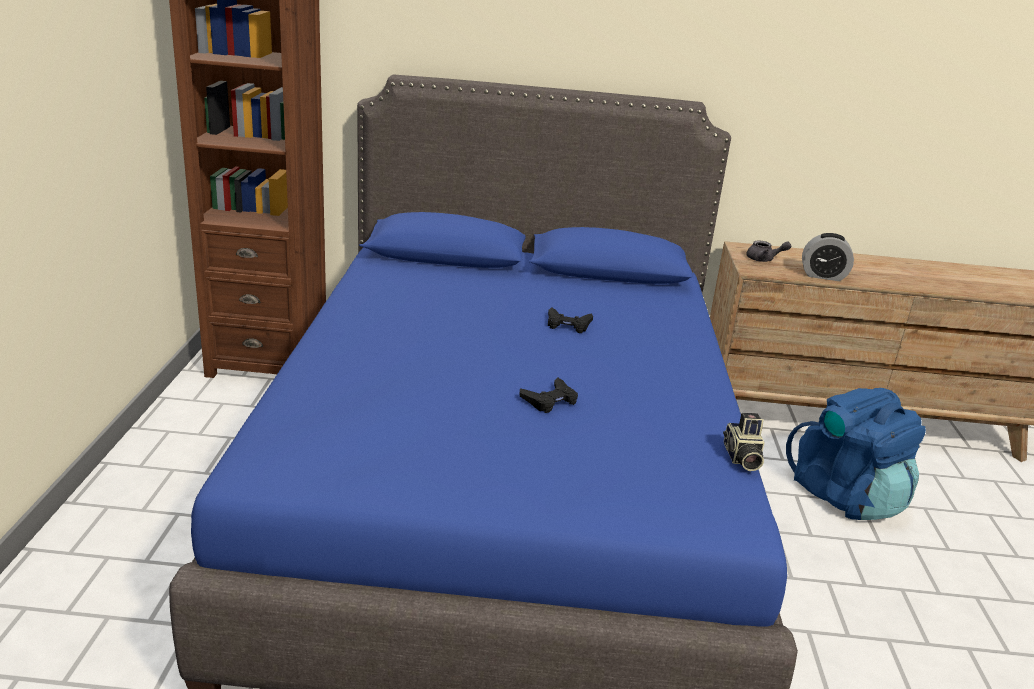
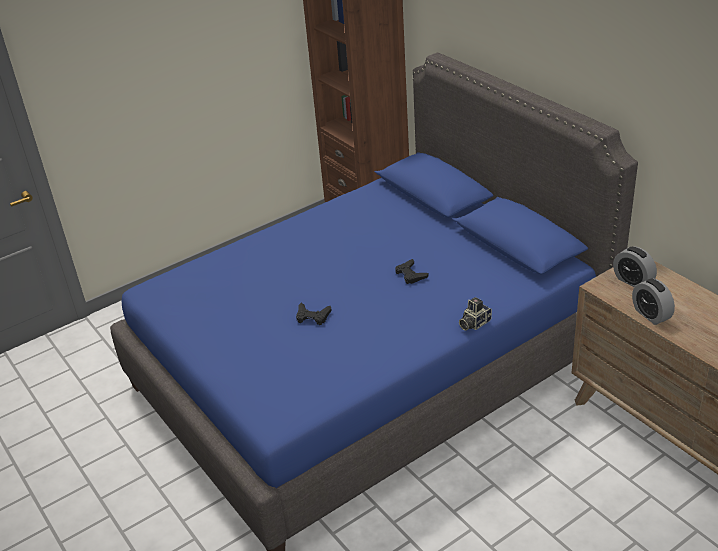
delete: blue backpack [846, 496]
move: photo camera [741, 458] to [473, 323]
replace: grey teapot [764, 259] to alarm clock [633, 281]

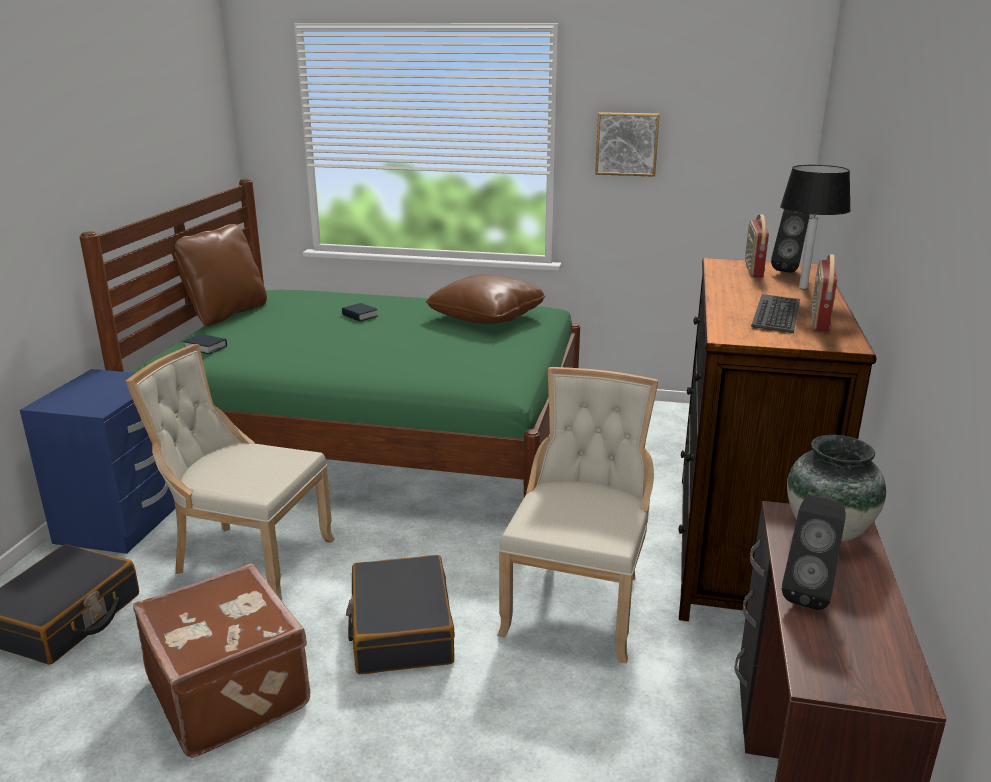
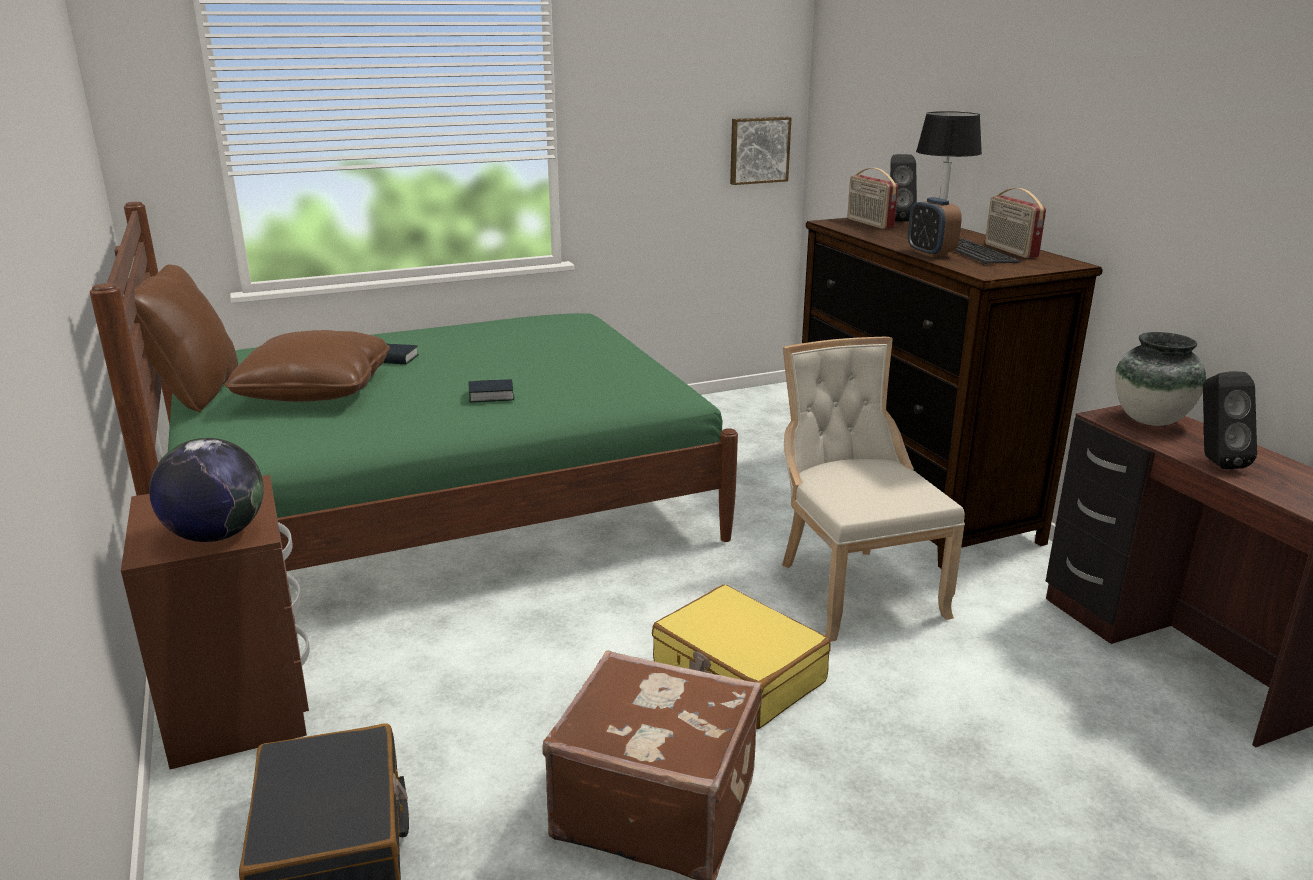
delete: beige chair [247, 558]
insert: globe [216, 535]; alarm clock [930, 253]
move: book [205, 348] to [491, 396]; brown pillow [487, 317] to [316, 391]; picture [627, 144] to [758, 150]
recolor: blue nightstand [124, 521] to brown nightstand [242, 704]; black suitcase [401, 629] to yellow suitcase [738, 674]

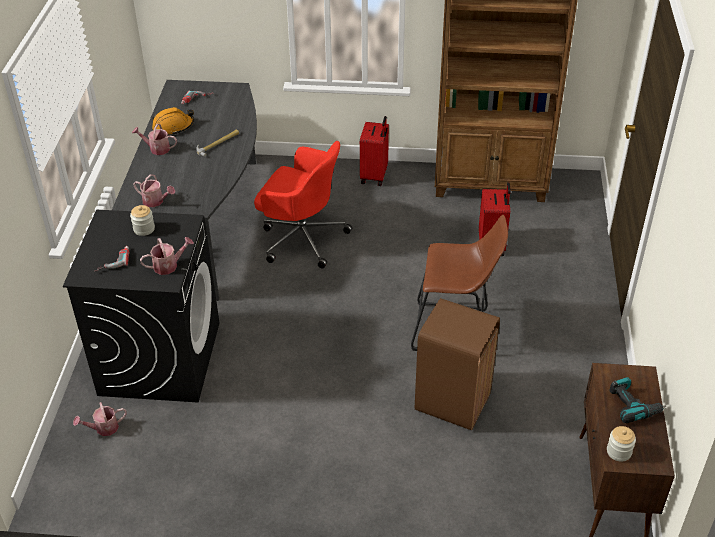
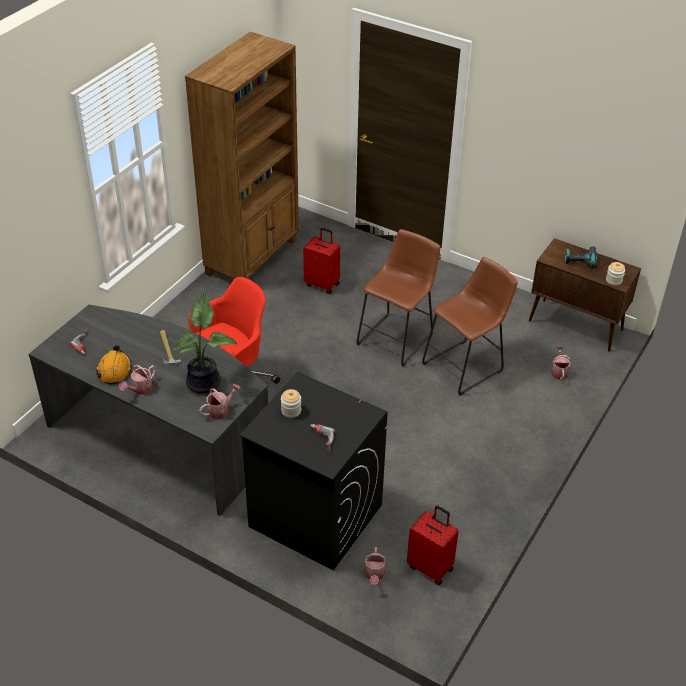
insert: potted plant [205, 382]
move: watering can [169, 265] to [559, 371]; red suitcase [375, 176] to [431, 567]
replace: brown trash can [453, 403] to brown stool [466, 366]

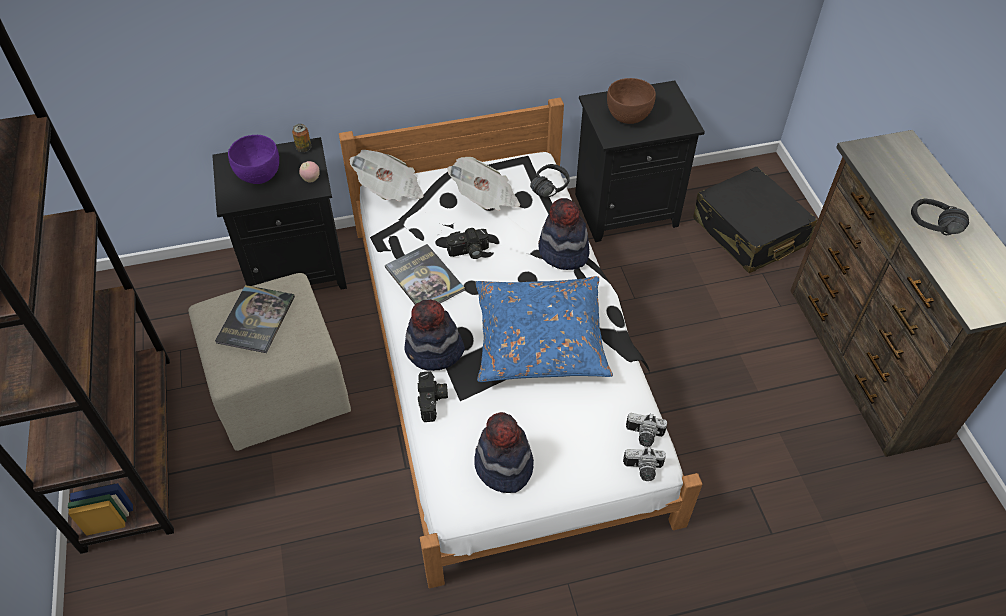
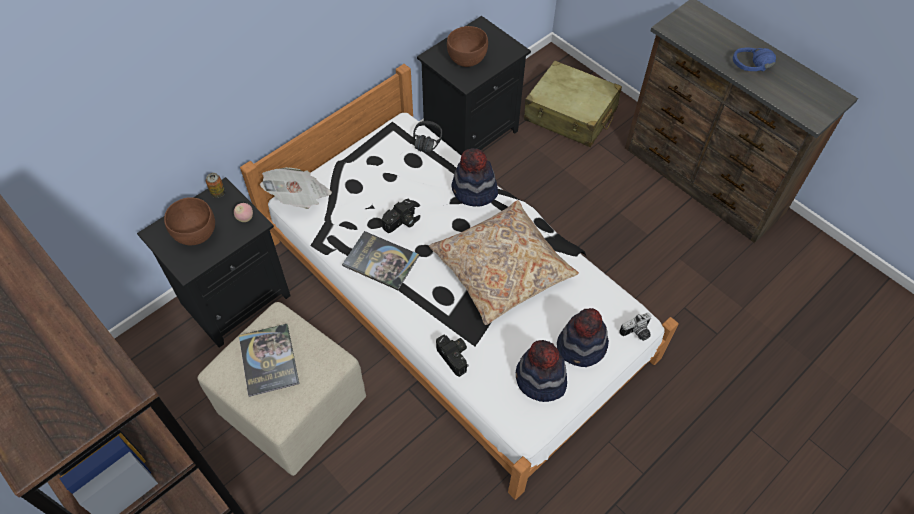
delete: newspaper [485, 198]; photo camera [643, 436]
move: hat [434, 351] to [582, 347]
recolor: purple bowl [259, 176] to brown bowl [196, 235]; blue pillow [540, 339] to beige pillow [501, 268]; black suitcase [749, 232] to beige suitcase [570, 114]; black headphones [934, 230] to blue headphones [753, 70]

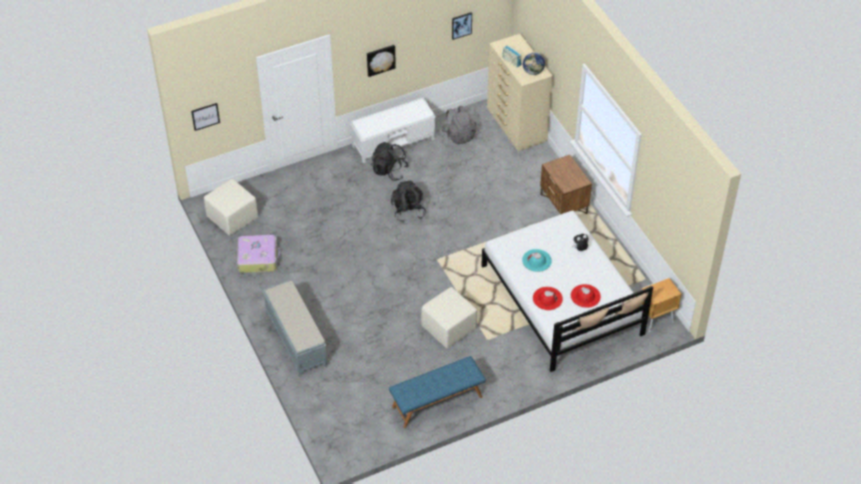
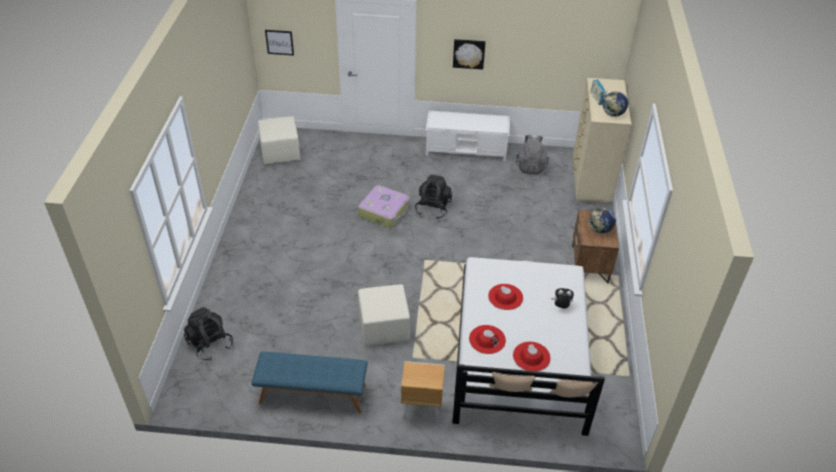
delete: grey bench [296, 339]; picture [461, 25]
insert: globe [600, 230]
move: suitcase [258, 258] to [384, 212]; black backpack [389, 171] to [210, 344]; brown nightstand [655, 320] to [421, 409]
recolor: turquoise hat [536, 260] to red hat [505, 297]

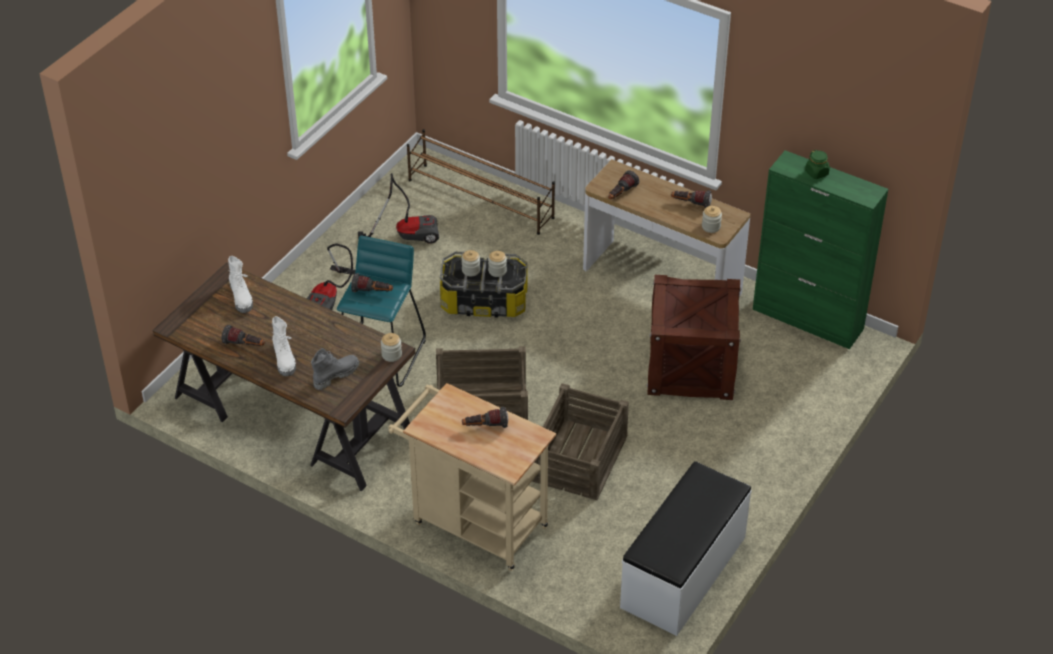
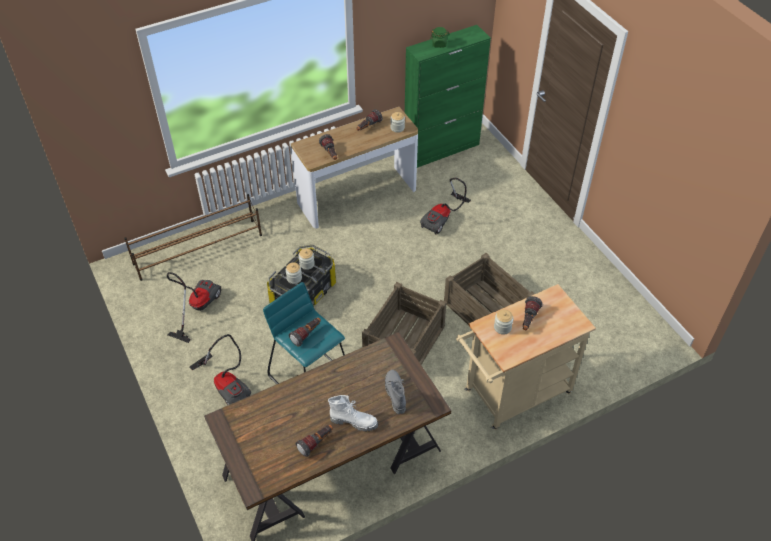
delete: white boot [242, 298]; white bench [684, 572]
move: jar [391, 355] to [502, 327]
replace: crate [690, 367] to vacuum cleaner [444, 218]

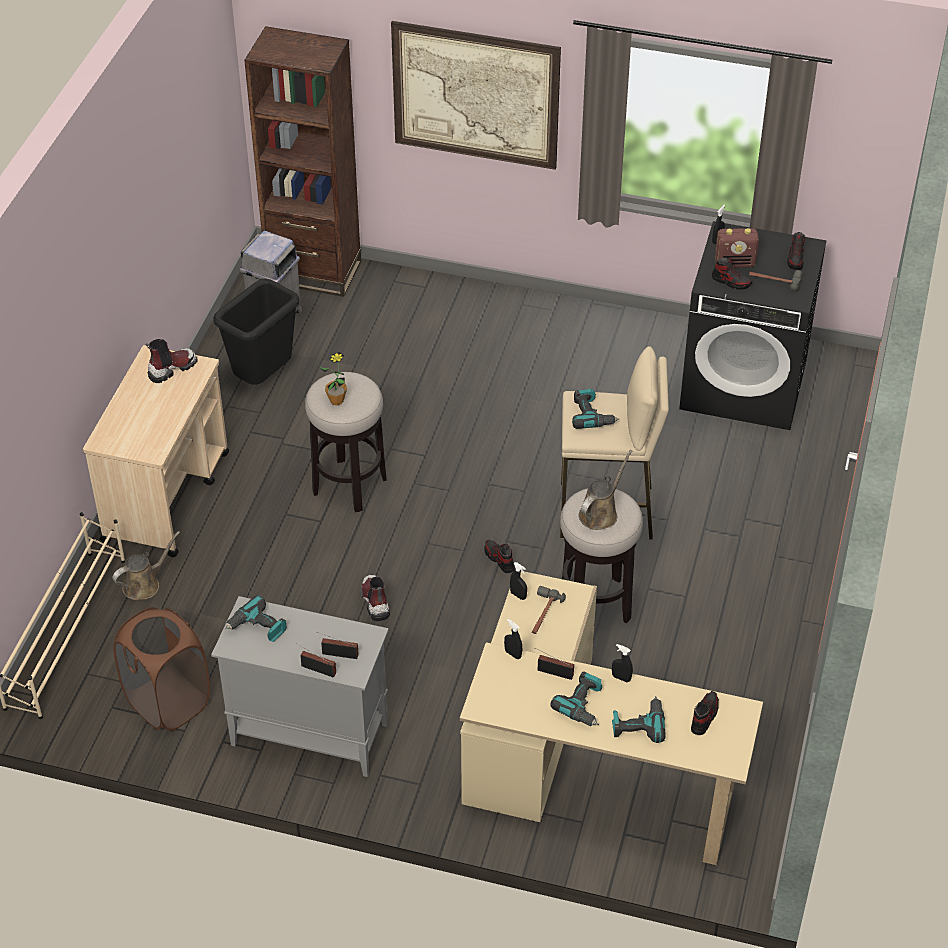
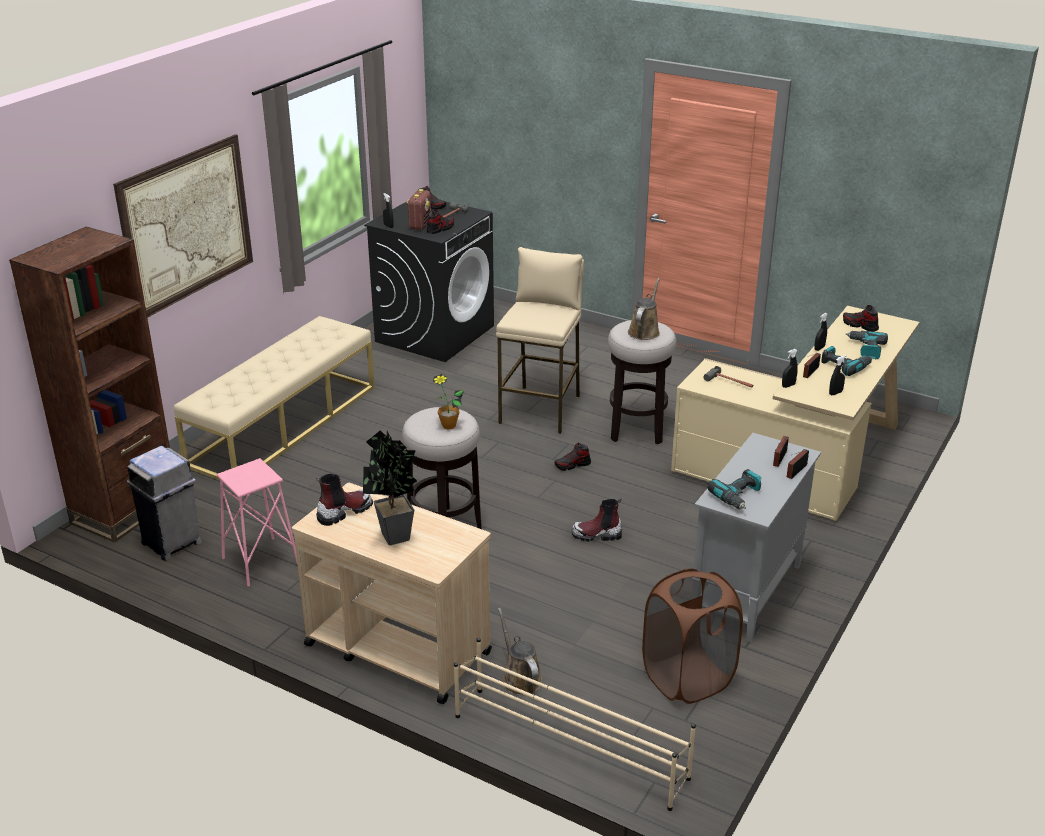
delete: power drill [592, 415]
insert: beige bench [284, 424]; potted plant [394, 539]
move: black spray bottle [518, 595] to [835, 393]
replace: black trash can [264, 378] to pink stool [260, 561]
rotate: boot [172, 369] = [344, 512] 75 degrees clockwise; brown watering can [600, 513] = [644, 331] 60 degrees clockwise

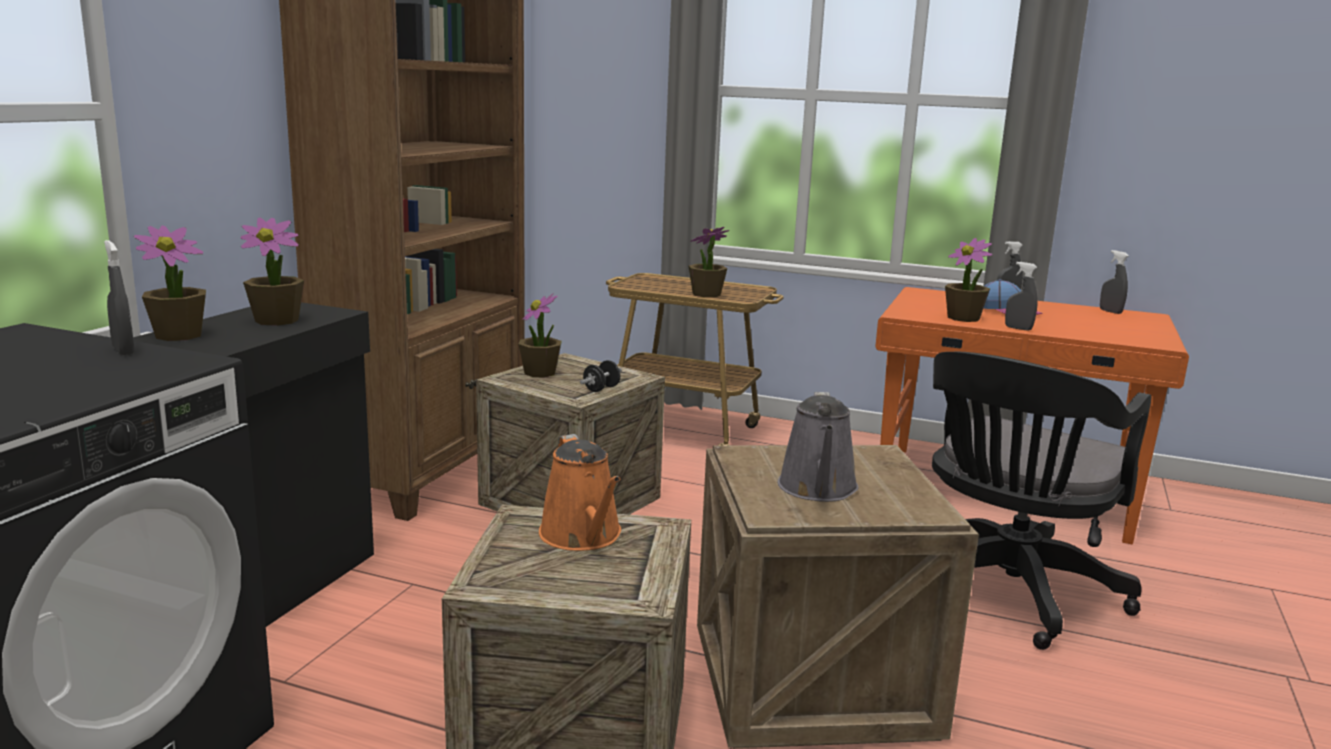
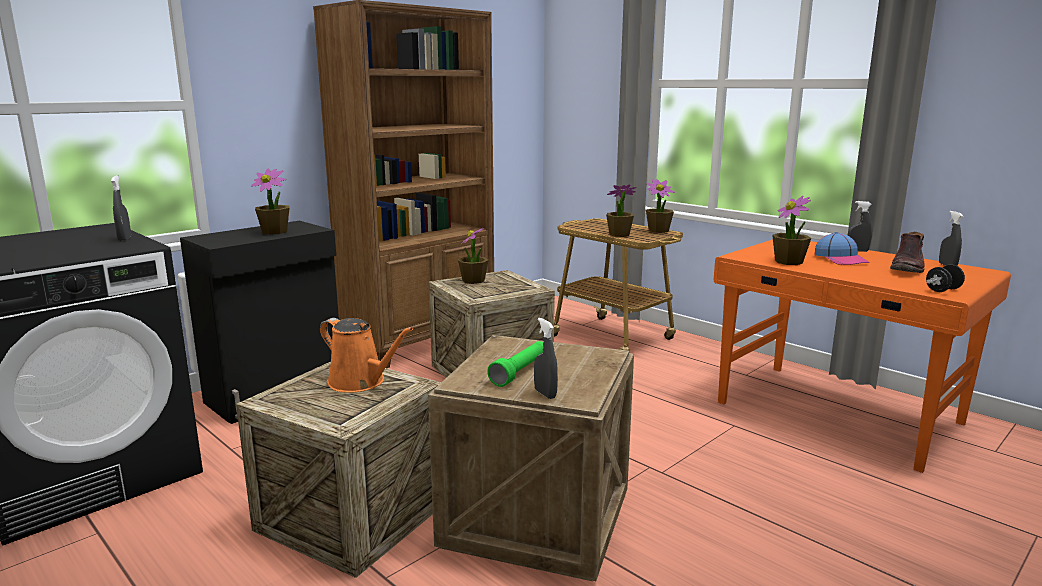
delete: black office chair [1006, 594]
insert: brown boot [907, 268]
move: potted plant [179, 335] to [658, 230]; black dumbbell [601, 389] to [943, 290]; grey spray bottle [1018, 328] to [545, 394]
replace: grey watering can [818, 489] to green flashlight [520, 372]
rotate: orange watering can [583, 536] = [360, 382] 60 degrees counterclockwise

